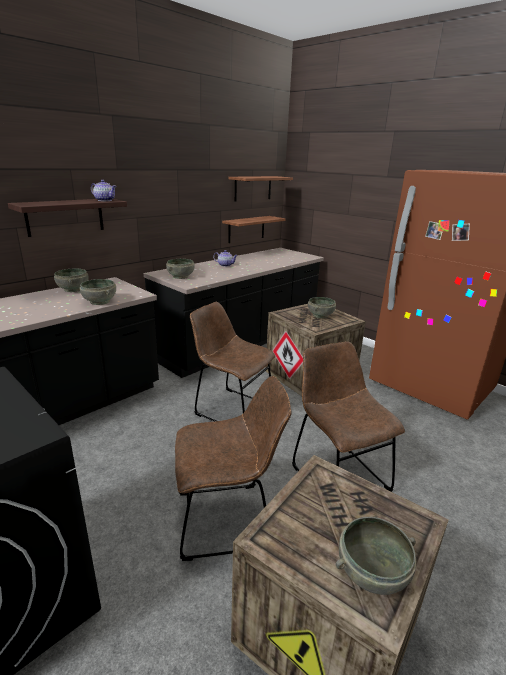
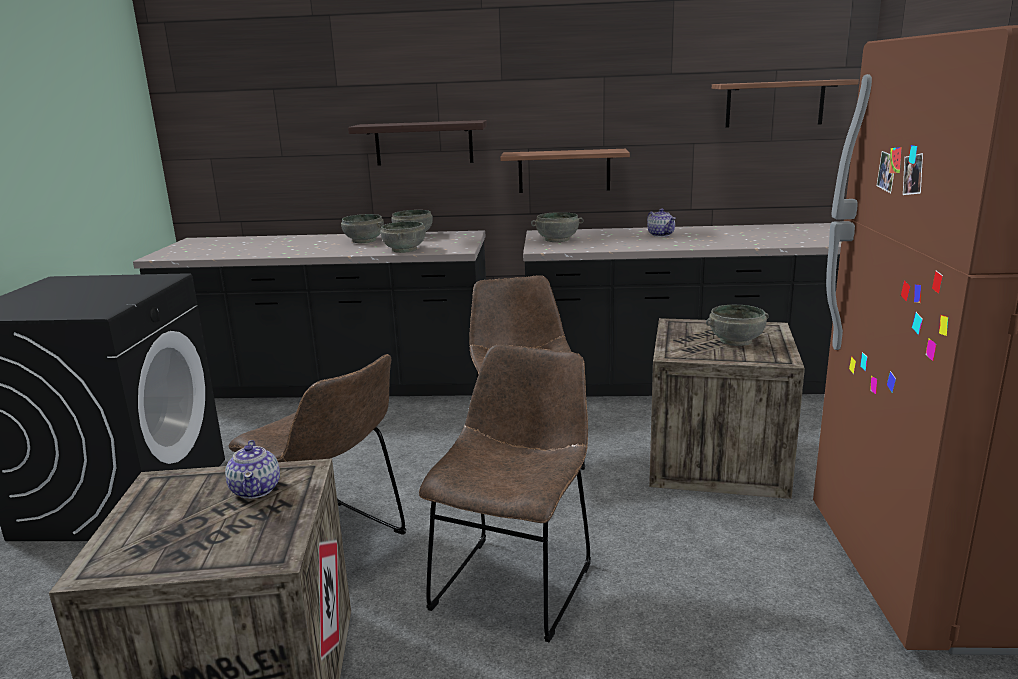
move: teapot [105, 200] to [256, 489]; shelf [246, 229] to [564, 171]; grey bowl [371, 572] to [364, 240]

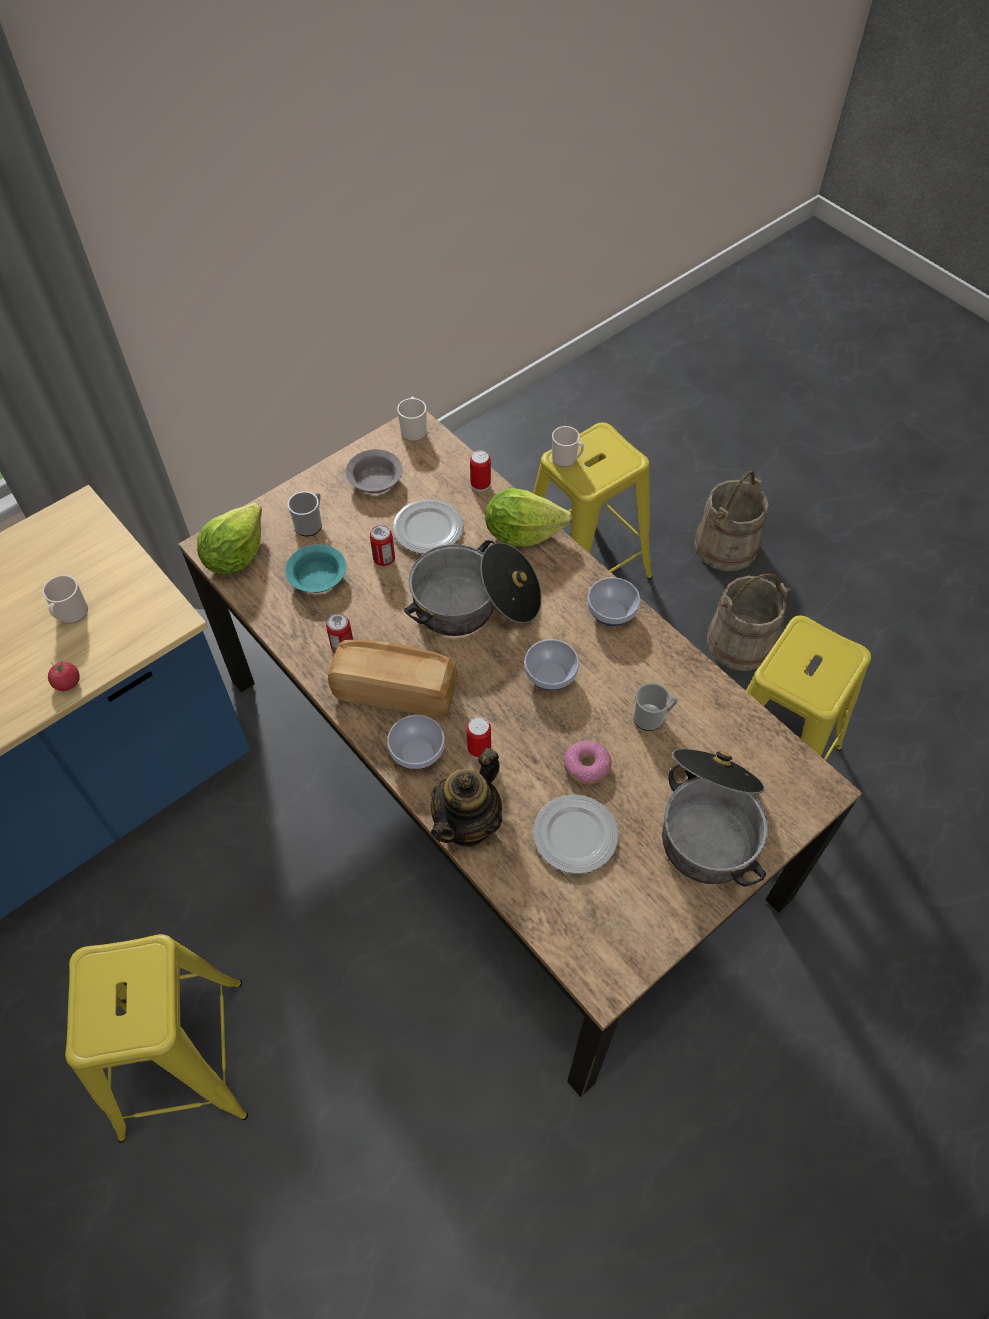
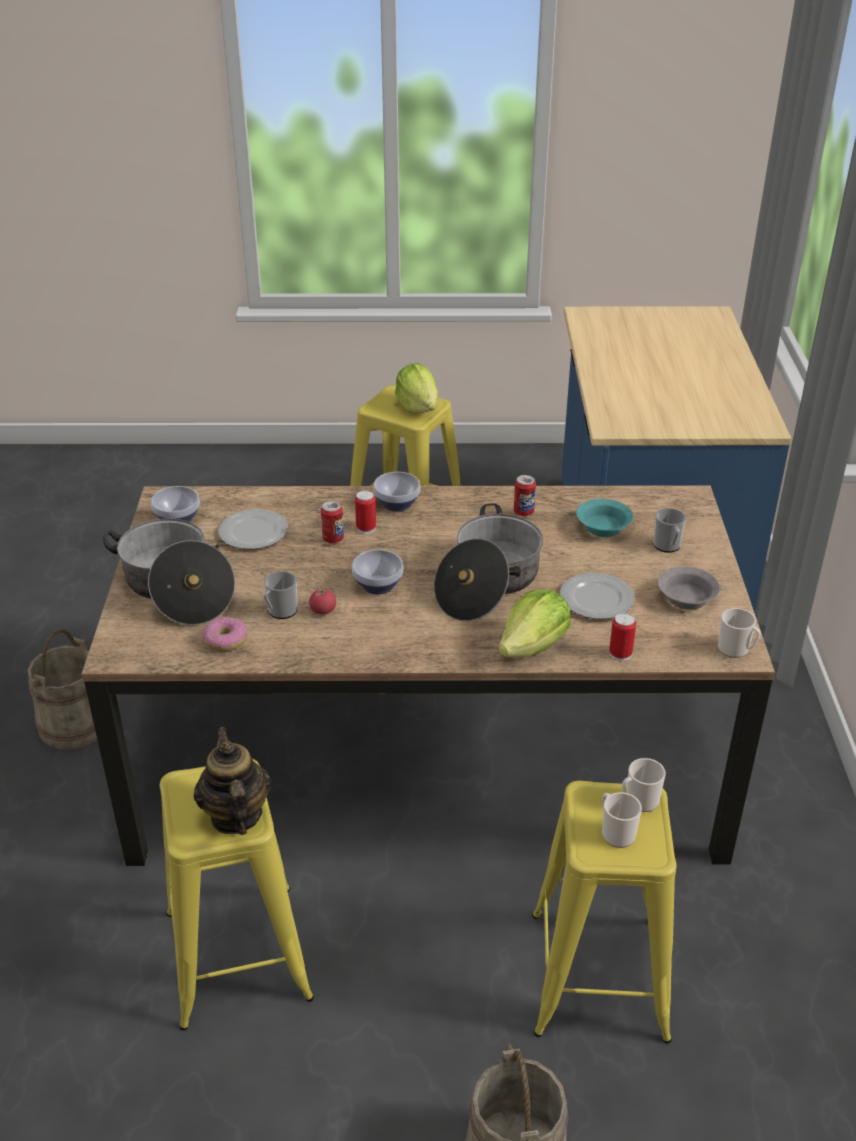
delete: bread [396, 690]
move: mug [71, 614] to [615, 832]; tomato [67, 683] to [323, 610]; lettuce [235, 556] to [418, 406]; can [384, 559] to [333, 539]; teapot [468, 823] to [235, 816]; donut [587, 766] to [225, 640]; bowl [609, 614] to [179, 518]; beige bucket [740, 643] to [74, 723]

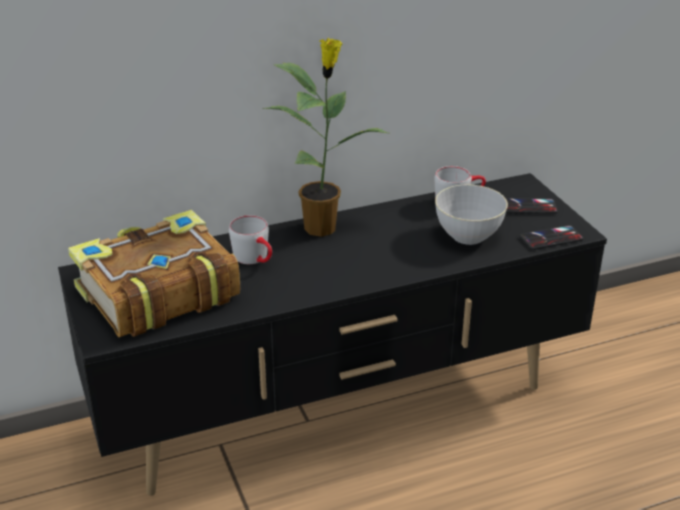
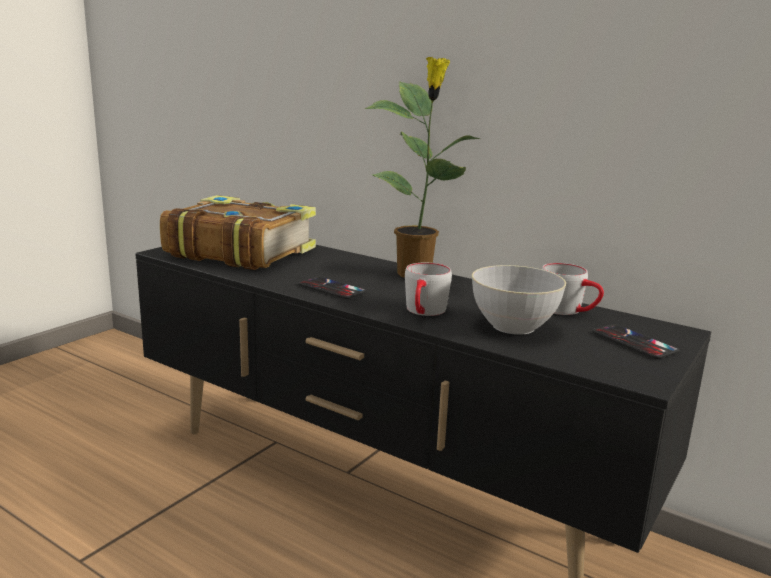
move: grey mug [255, 259] to [424, 312]; phone [551, 238] to [331, 288]

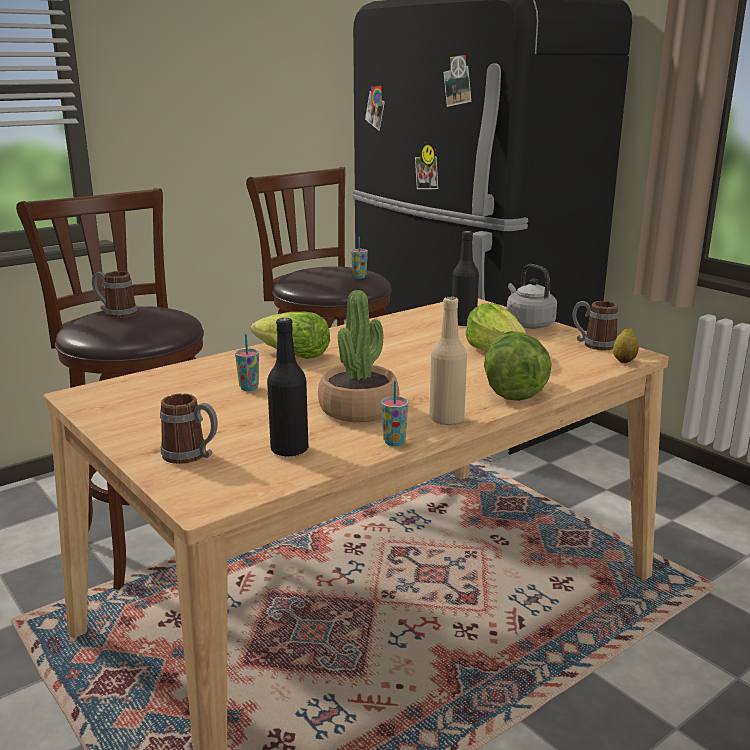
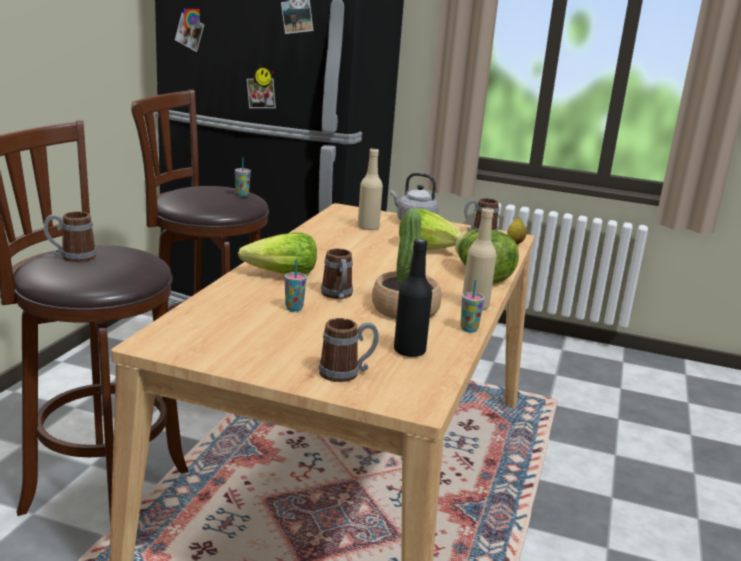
insert: mug [338, 296]
recolor: black bottle [463, 323] to beige bottle [368, 227]

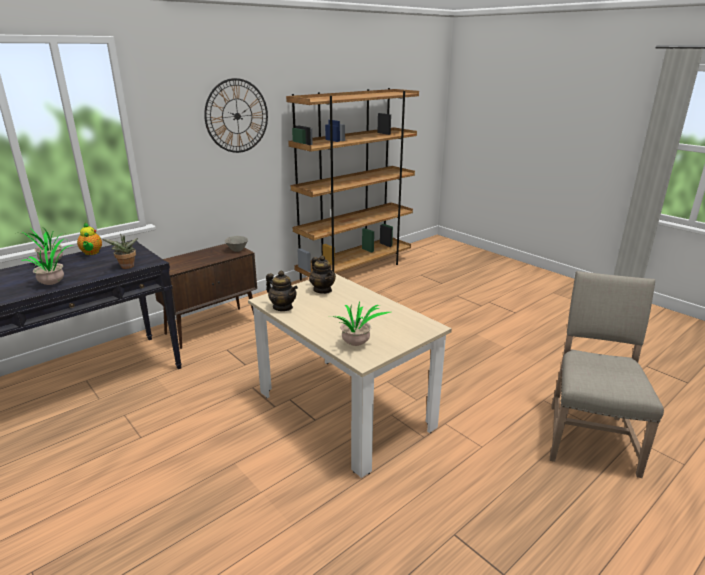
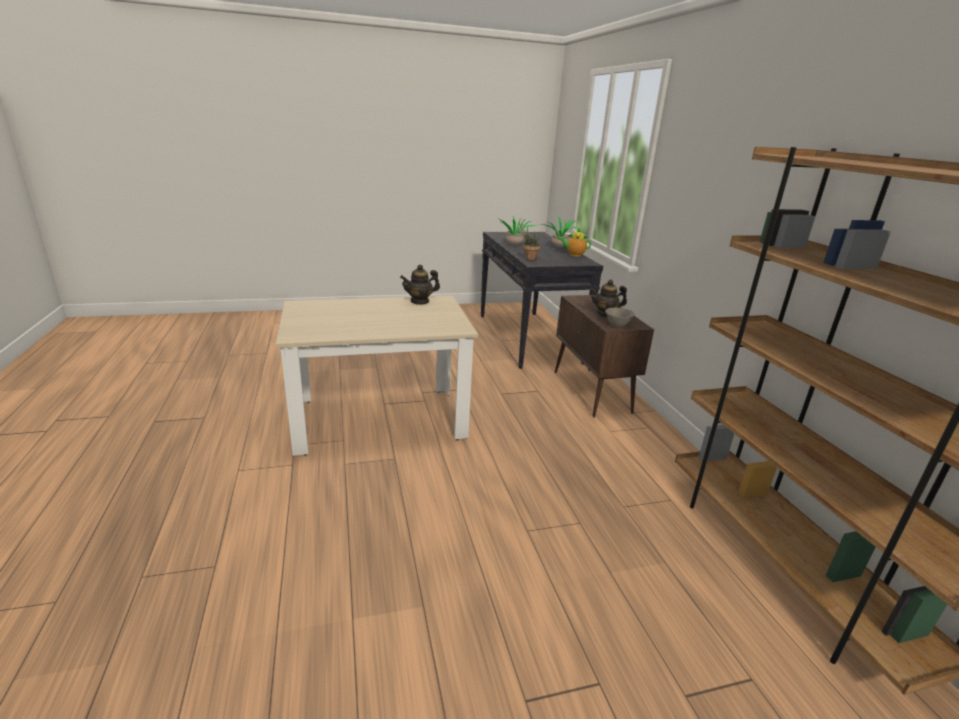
delete: wall clock [237, 116]; potted plant [356, 345]; beige chair [588, 436]
move: teapot [322, 290] to [605, 314]

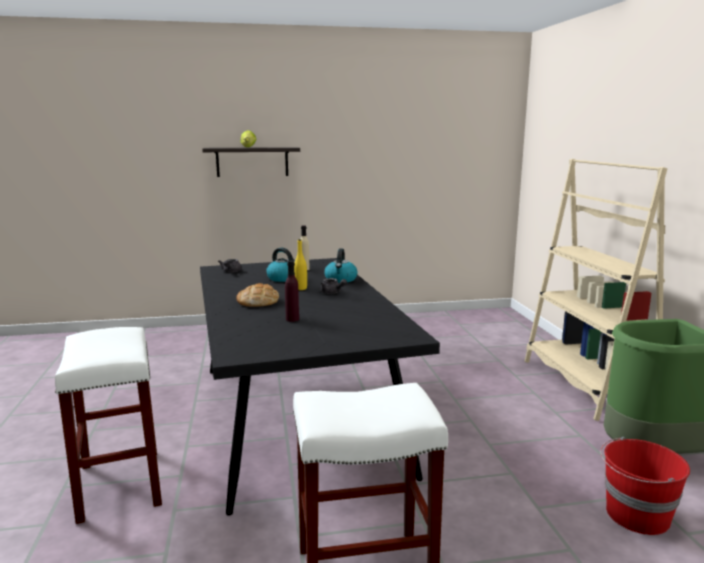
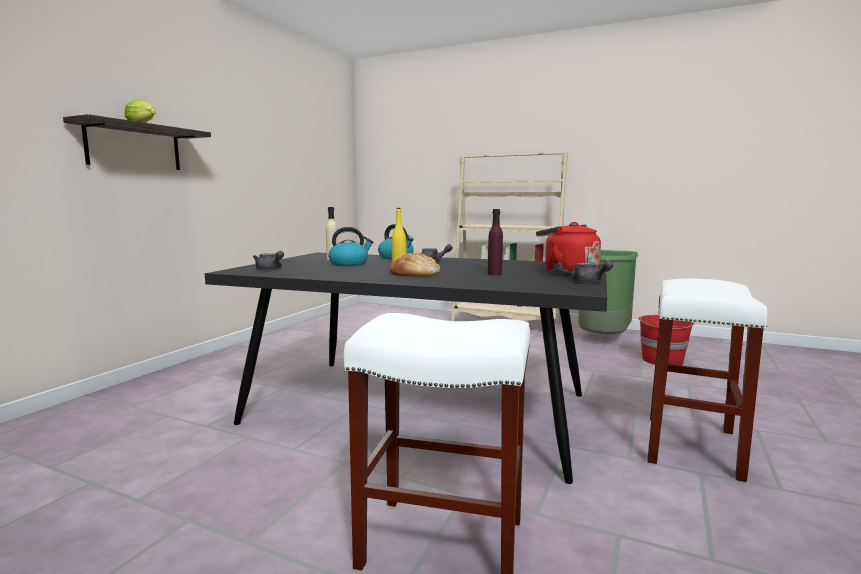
insert: red kettle [567, 273]; grey teapot [589, 282]

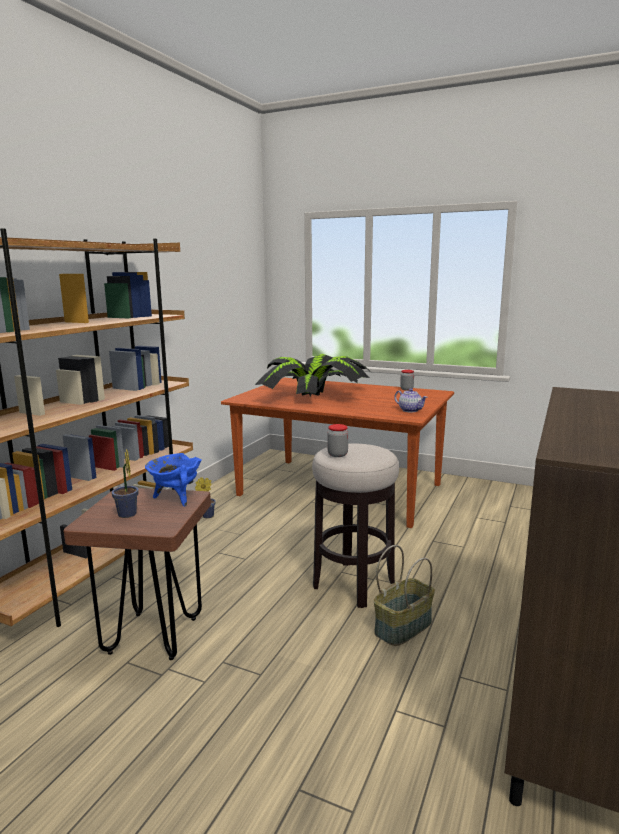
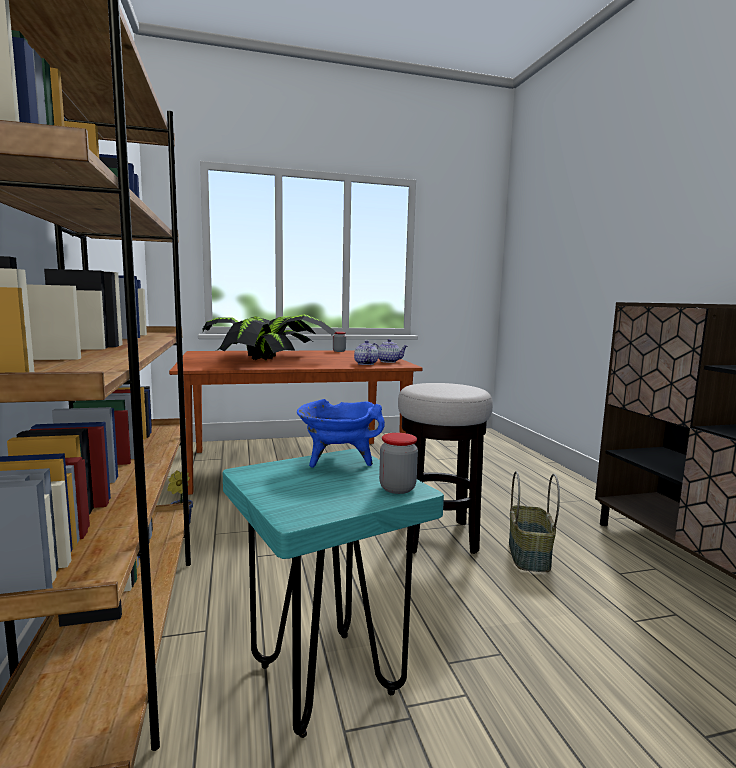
delete: potted plant [127, 515]
insert: teapot [365, 364]
move: jar [337, 454] to [397, 488]
recolor: brown stool [153, 635] to turquoise stool [325, 679]

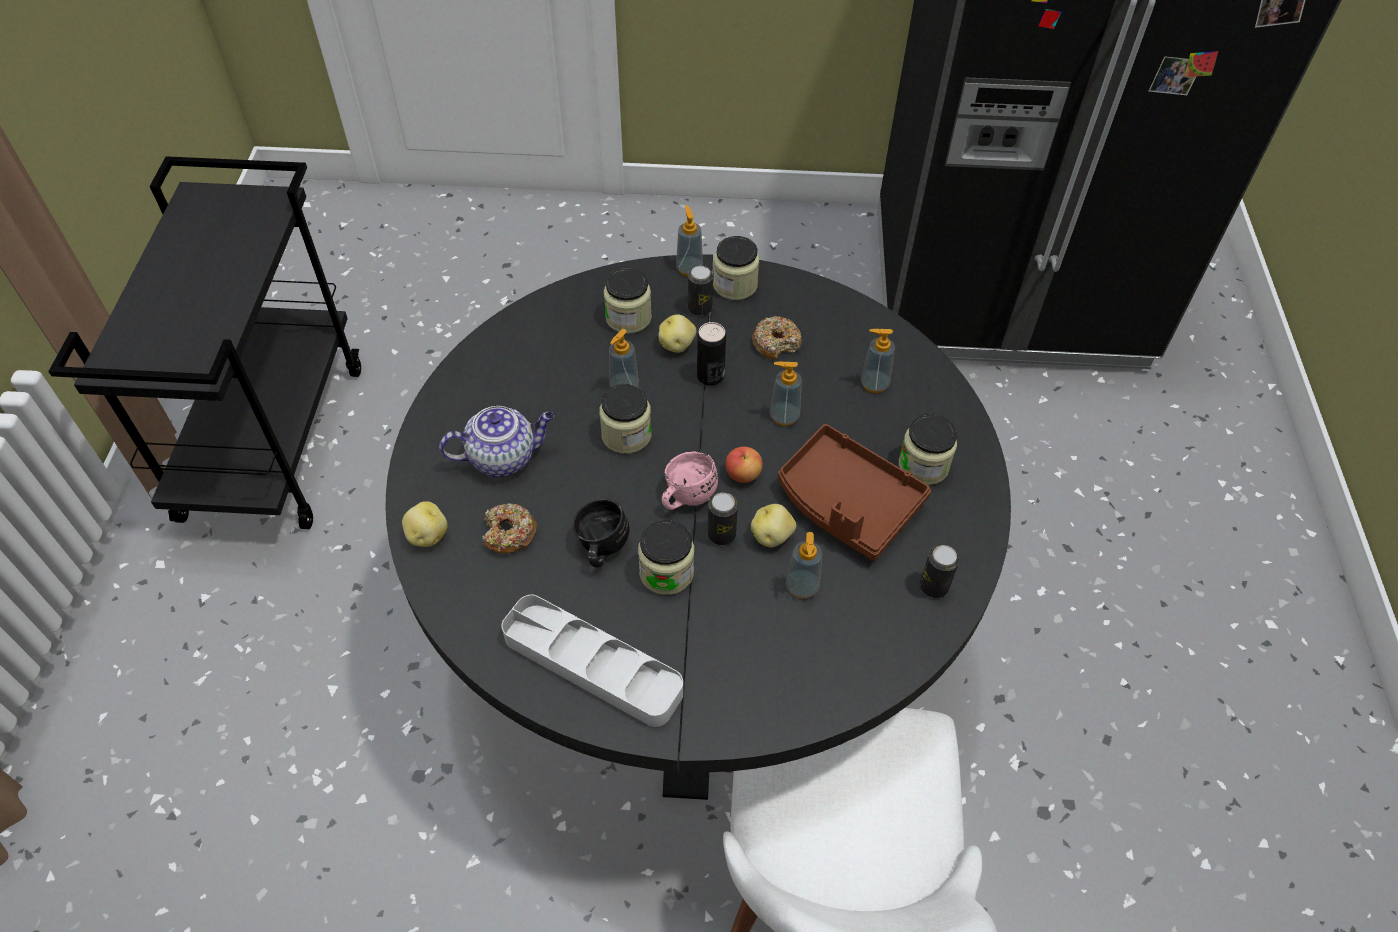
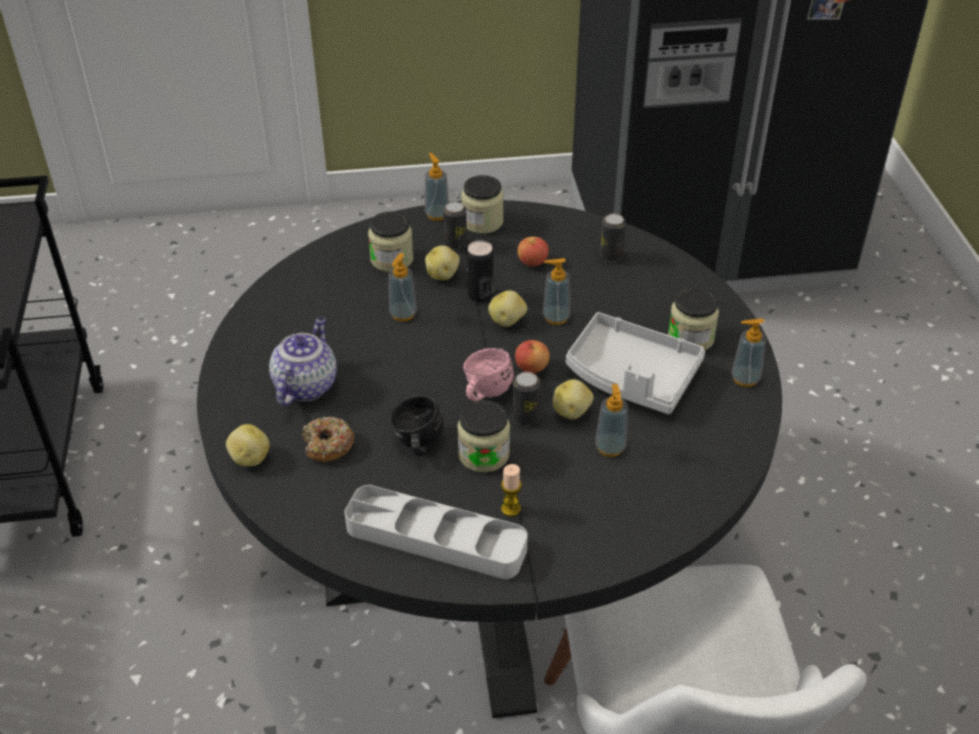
delete: jar [626, 435]
insert: potato [507, 320]; candle [511, 509]
move: soap dispenser [874, 384] to [745, 378]; can [933, 586] to [611, 256]
replace: donut [776, 343] to apple [532, 262]
recolor: brown tray [846, 503] to grey tray [631, 376]
rotate: teapot [504, 457] = [305, 385] 45 degrees counterclockwise

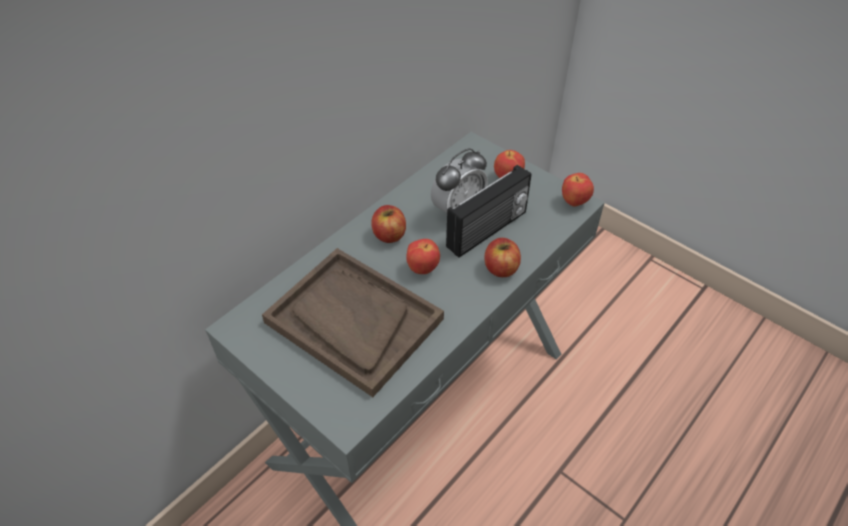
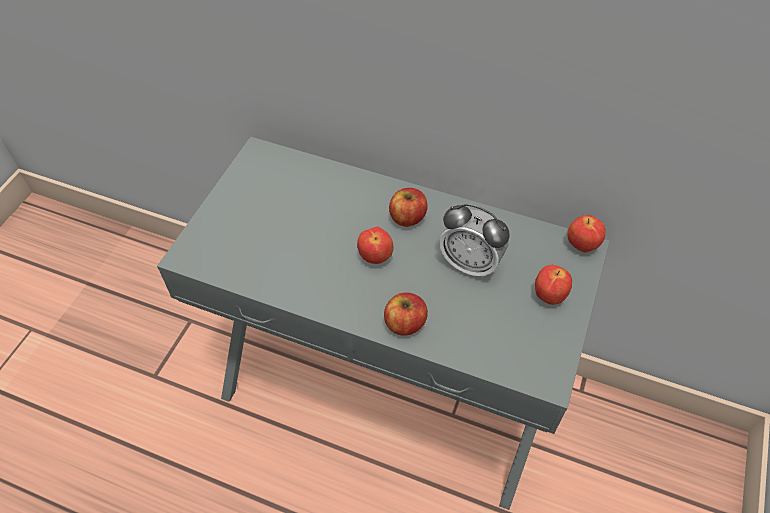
delete: brown tray [353, 321]; radio [488, 230]
move: apple [574, 202] to [581, 246]

